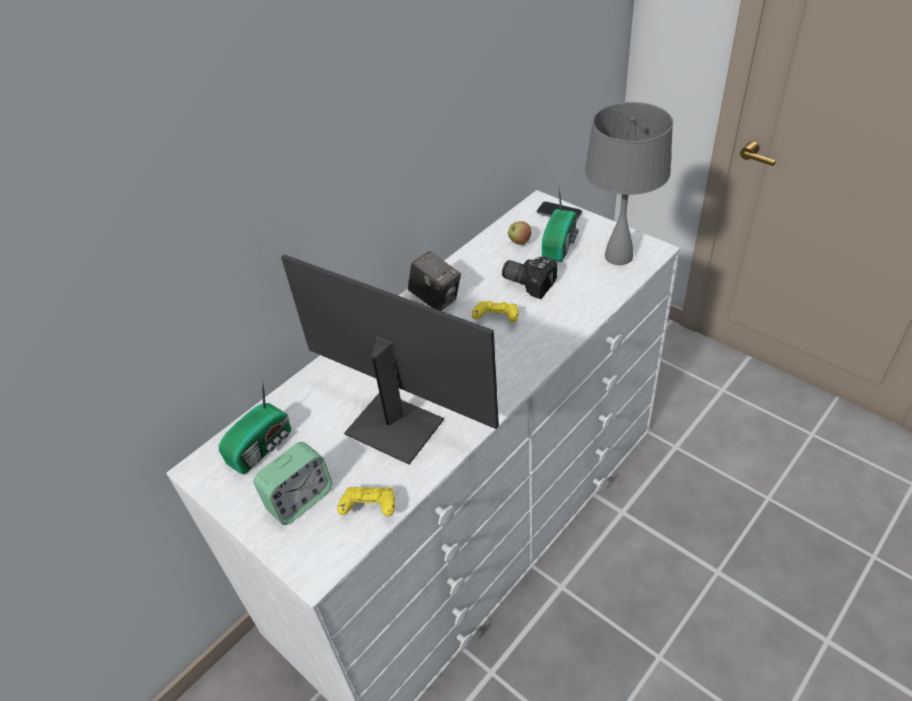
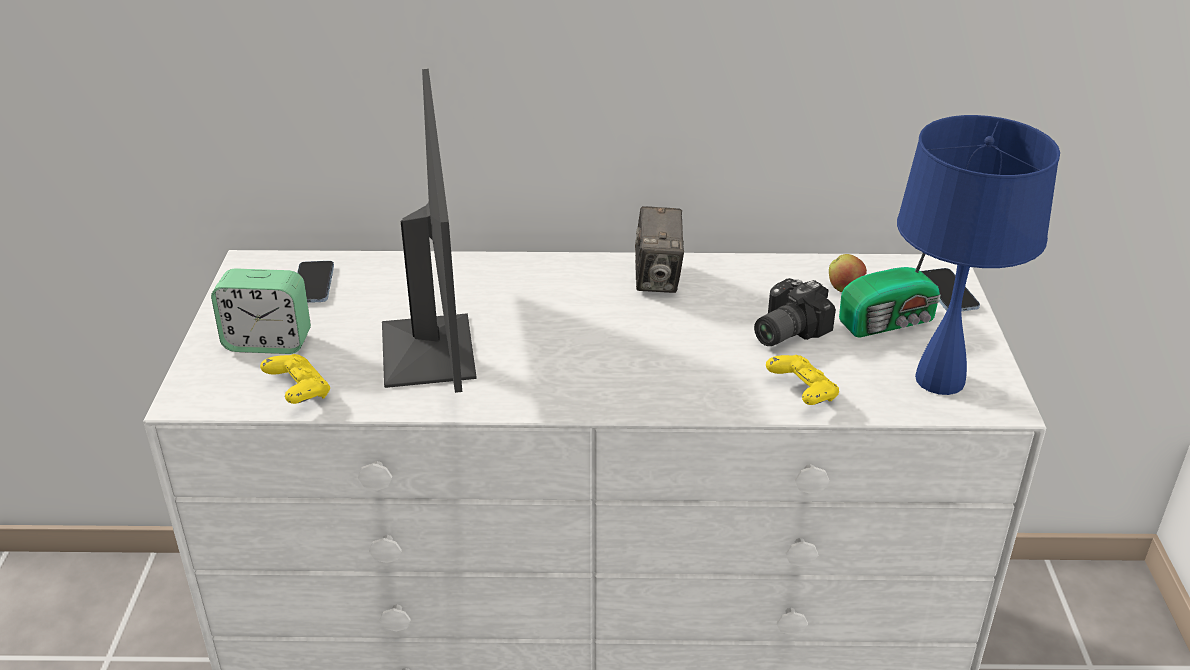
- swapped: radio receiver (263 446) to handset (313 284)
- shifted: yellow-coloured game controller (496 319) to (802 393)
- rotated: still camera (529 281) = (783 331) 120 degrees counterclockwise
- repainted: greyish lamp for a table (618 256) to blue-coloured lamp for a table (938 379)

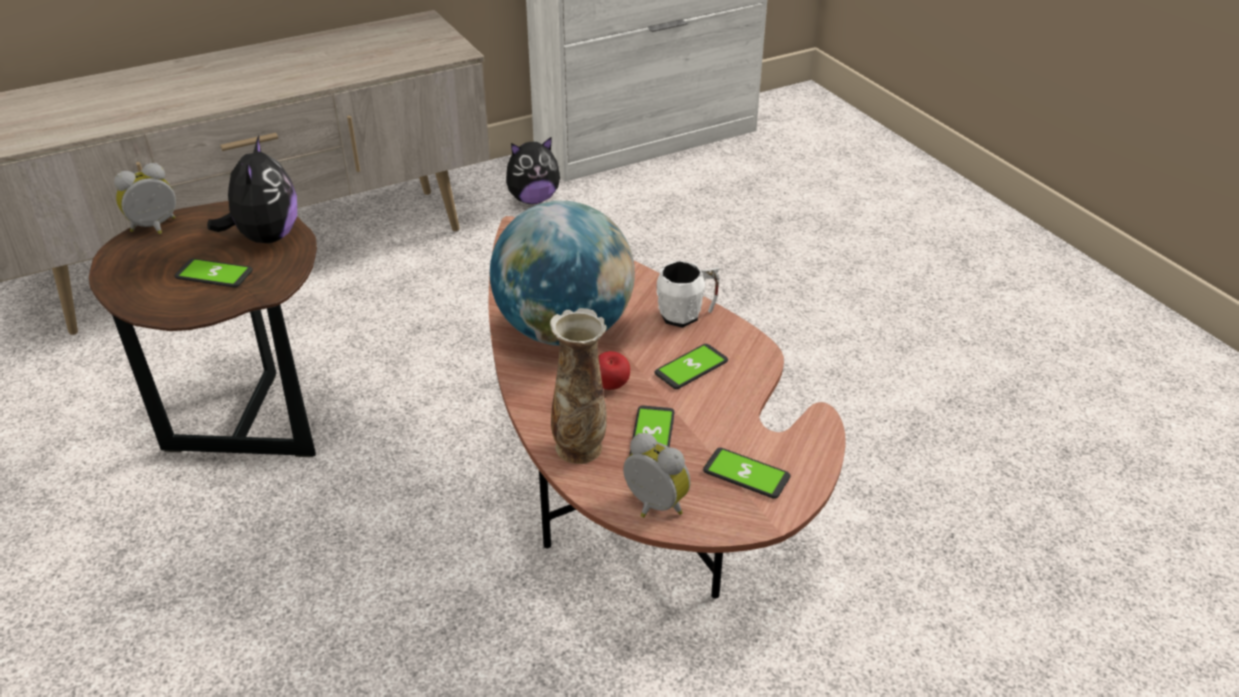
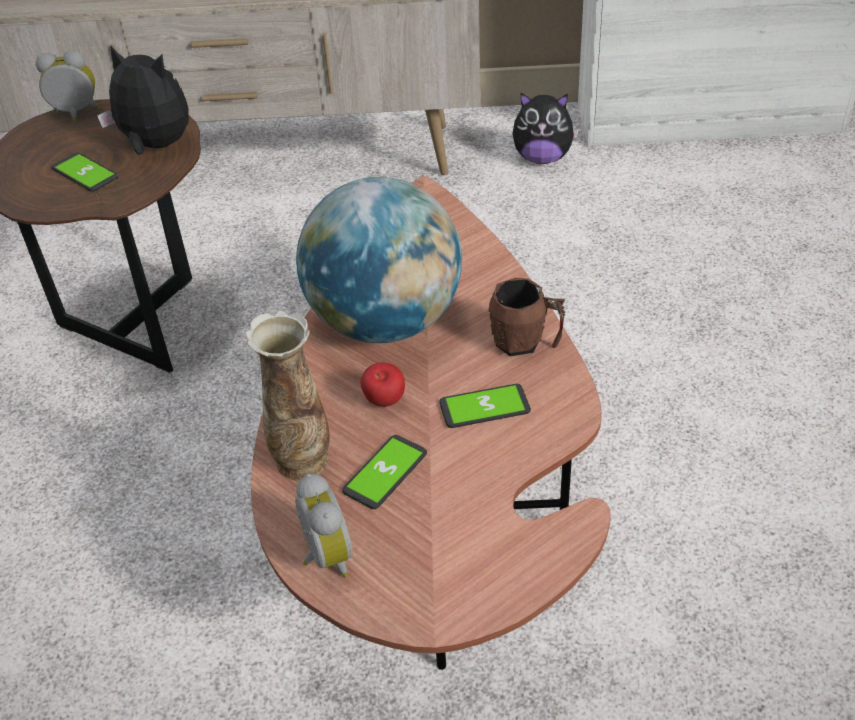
- rotated: cuddly toy (265 237) = (155 146) 90 degrees counterclockwise
- repainted: whitish tea mug (686 315) to brown-coloured tea mug (526 342)
- gone: handset (746 474)

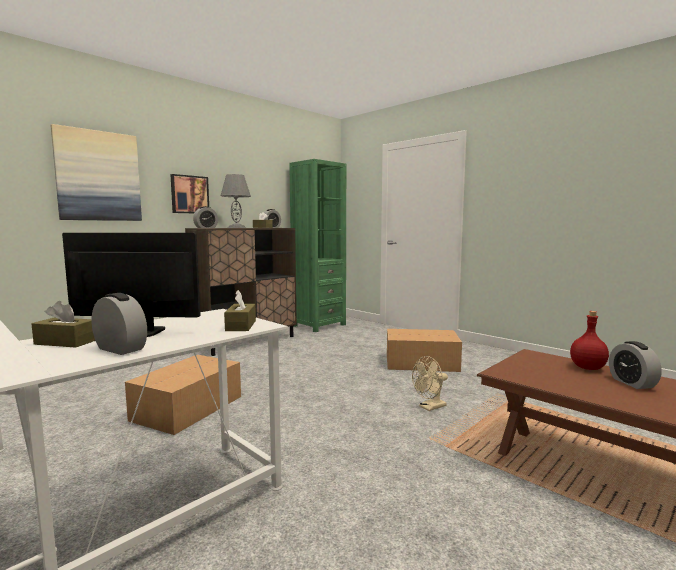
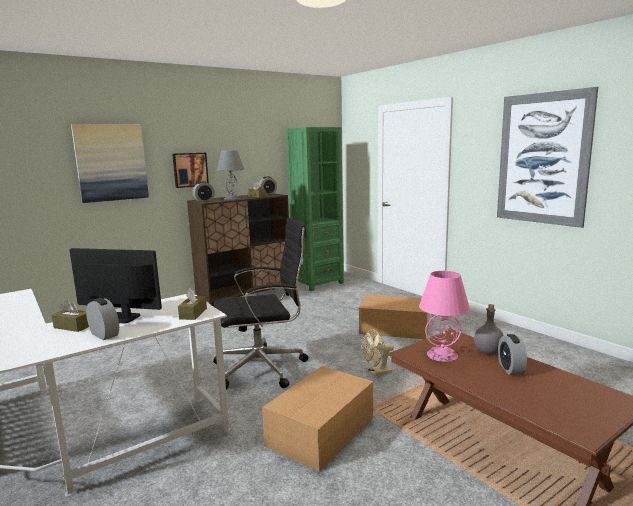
- shifted: cardboard box (186 408) to (319 431)
- repainted: red bottle (588 368) to greyish bottle (488 352)
- new: blackish computer chair (263 368)
- new: pink-coloured lamp for a table (442 355)
- new: picture (542 159)

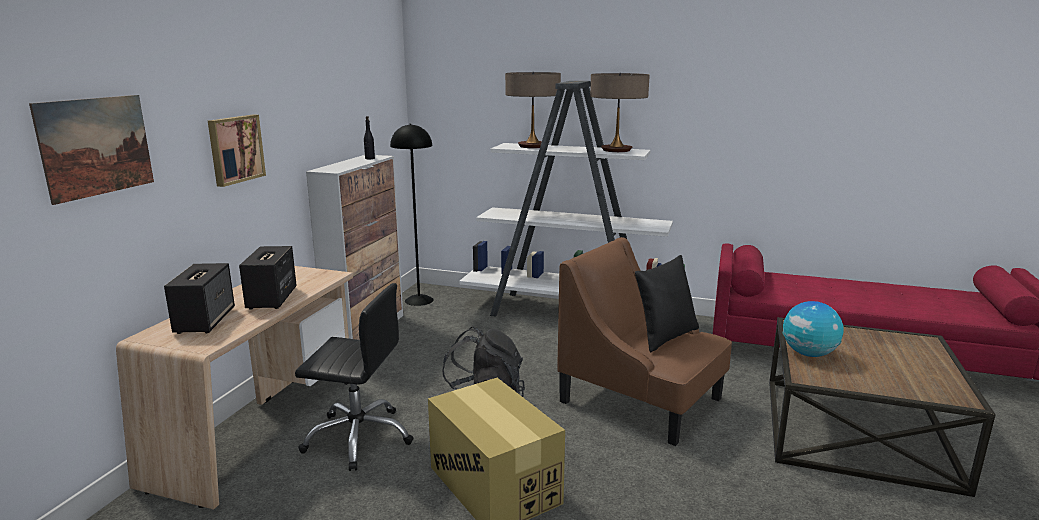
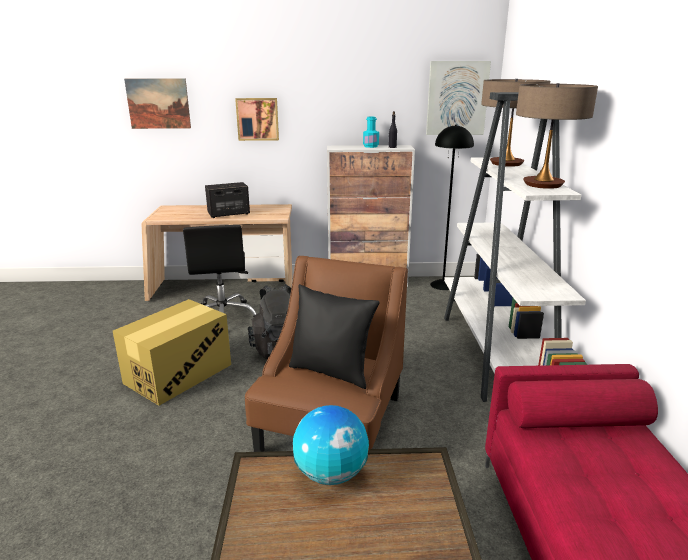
- gone: speaker (205 320)
- new: turquoise-coloured bottle (370 146)
- new: picture (457 98)

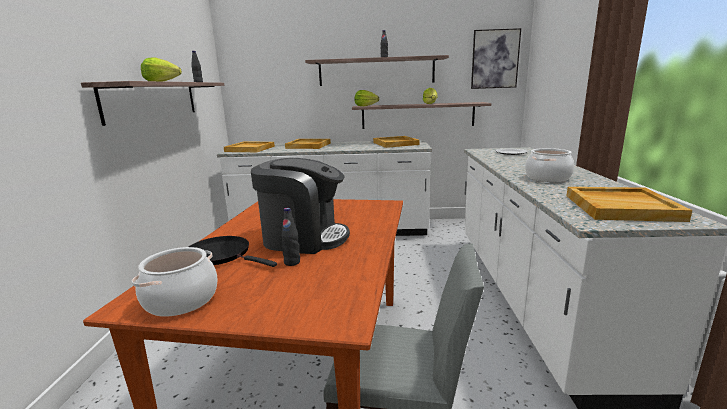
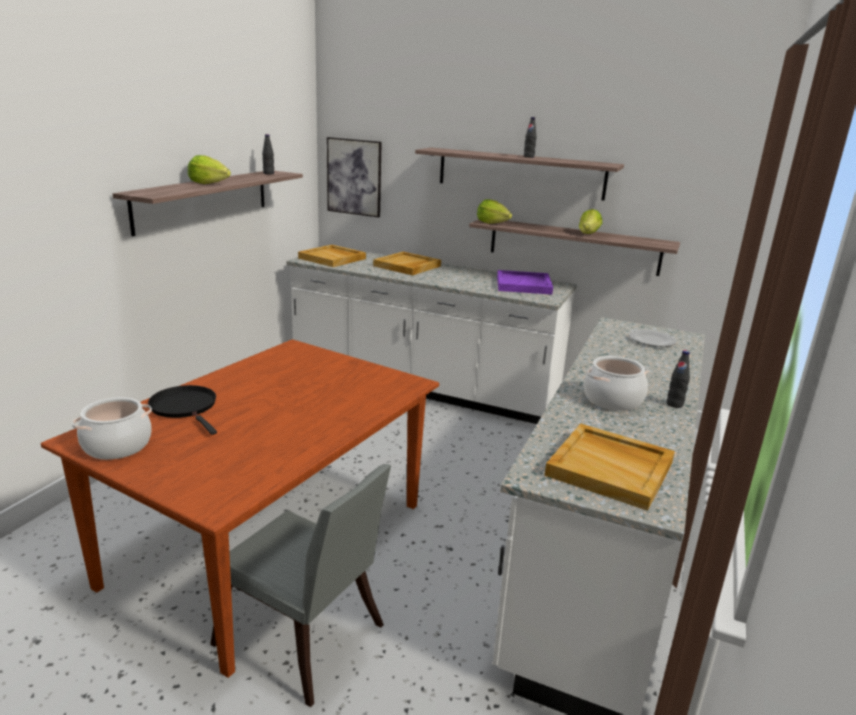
- gone: coffee maker (303 238)
- shifted: blackish bottle (292 262) to (674 404)
- repainted: beige tray (396 143) to purple tray (524 285)
- shifted: picture (495 59) to (354 177)

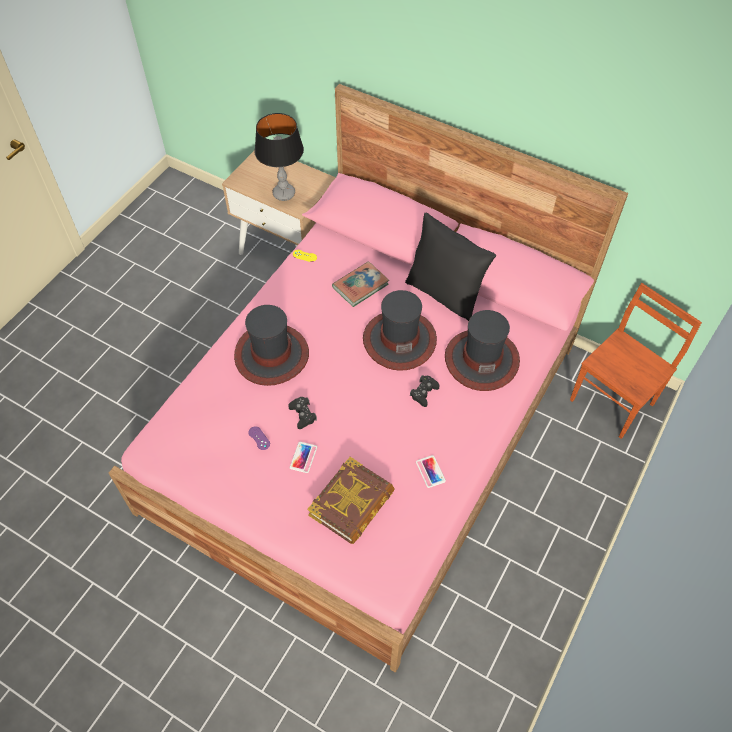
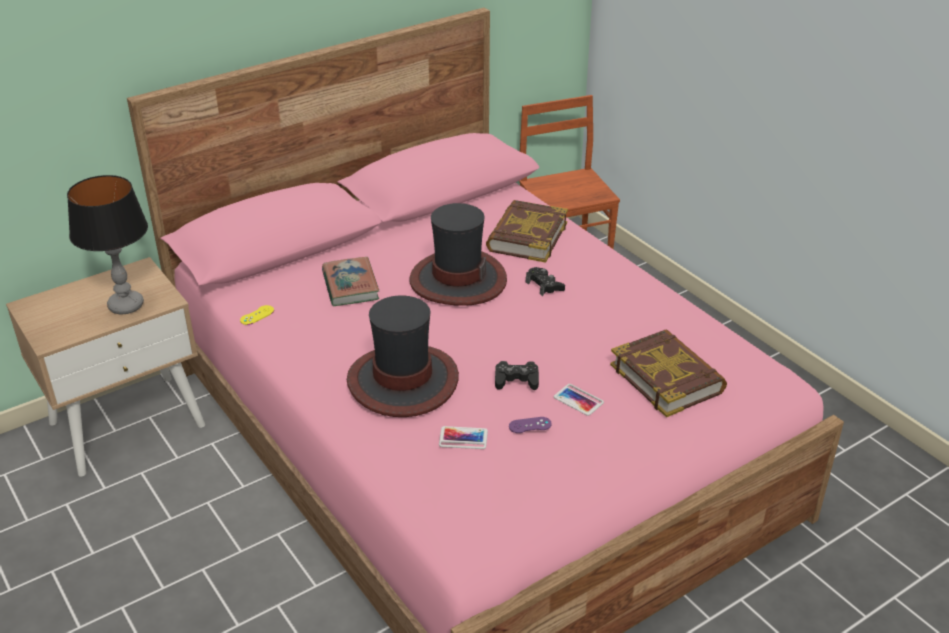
- gone: blackish throw pillow (444 294)
- shifted: handset (430 471) to (463 438)
- swapped: hat (481 359) to volume (526 237)

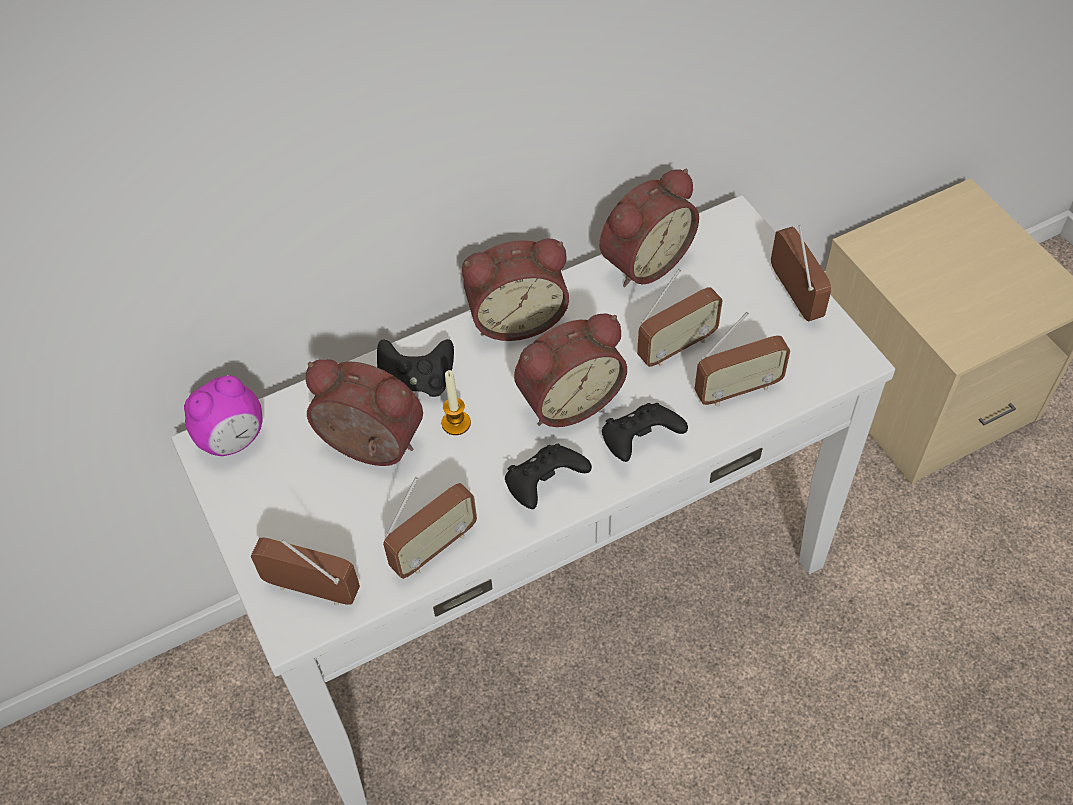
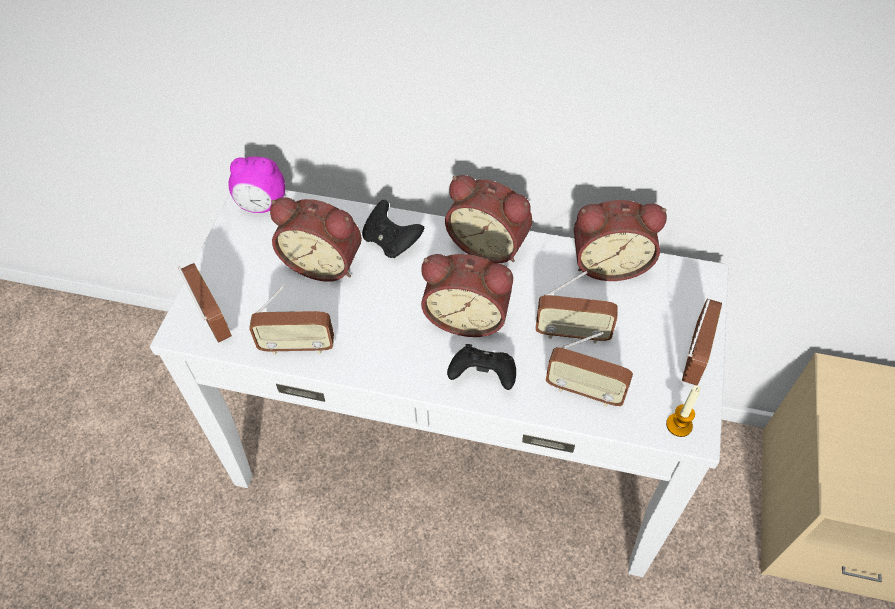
- rotated: bedside clock (369 449) = (324 262) 135 degrees clockwise
- shifted: candle (456 423) to (679 425)
- gone: blackish game controller (544 486)

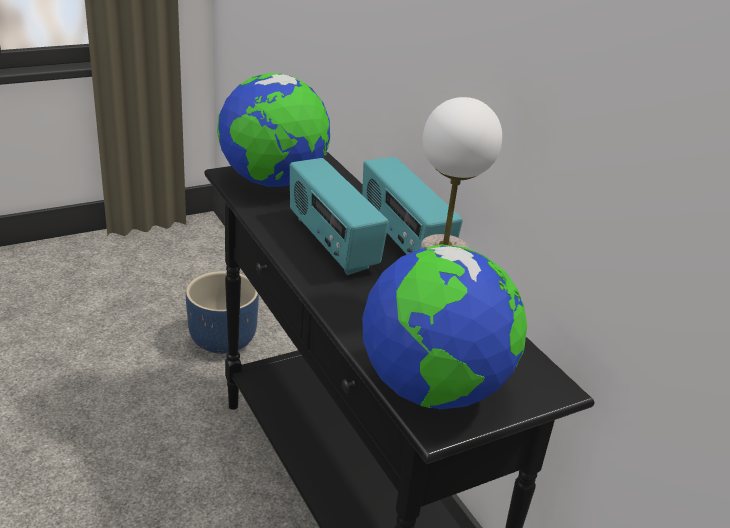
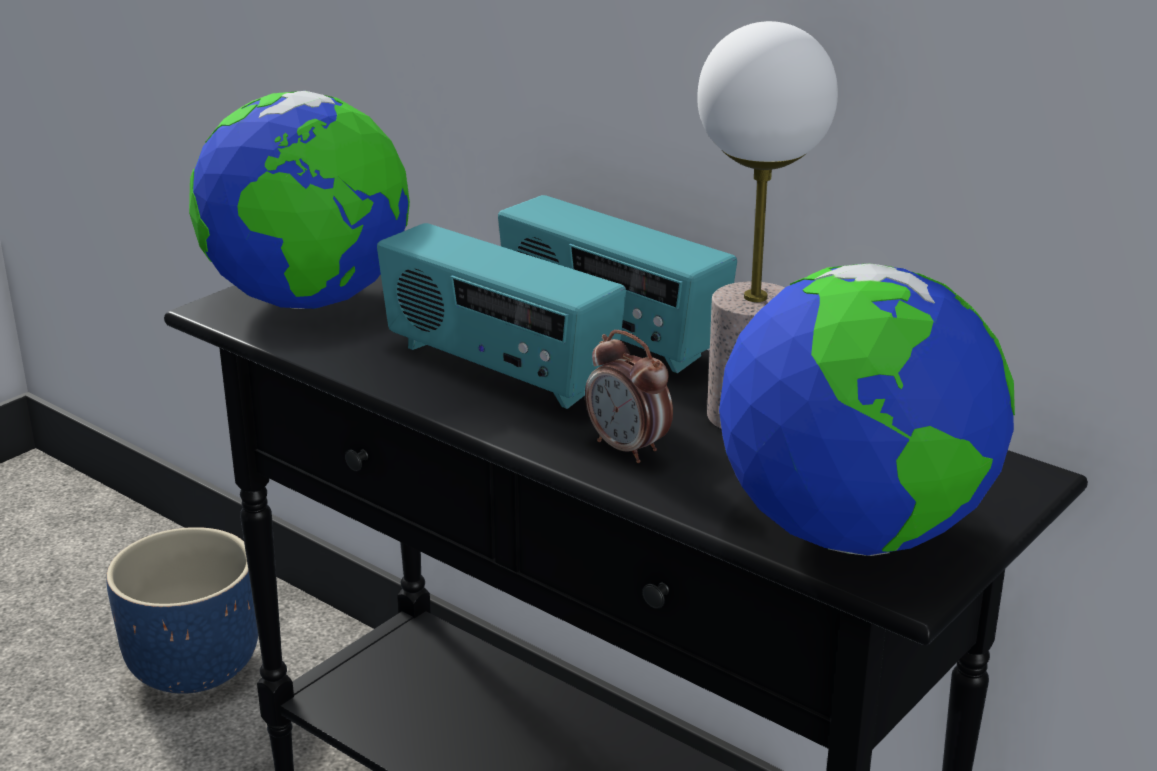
- new: bedside clock (628 449)

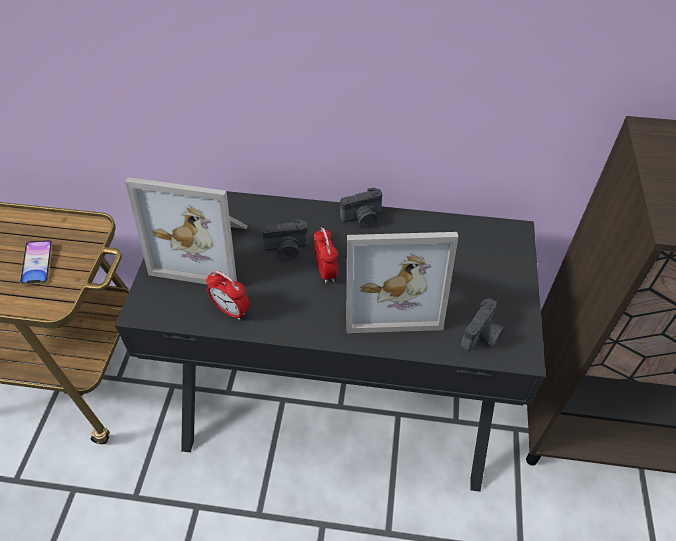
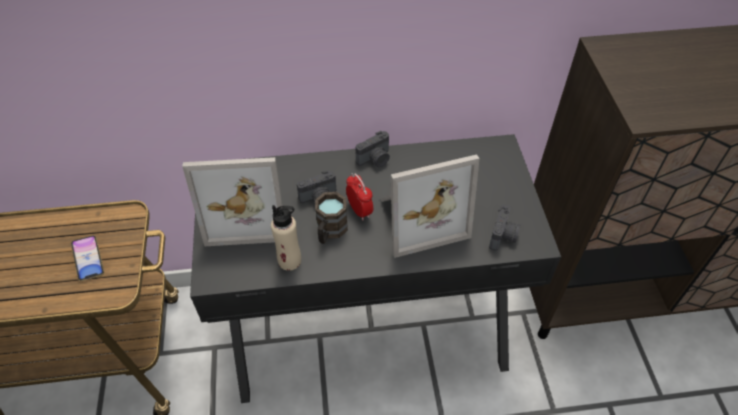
- swapped: bedside clock (231 310) to beige bottle (290 260)
- new: brown-coloured tea mug (329 231)

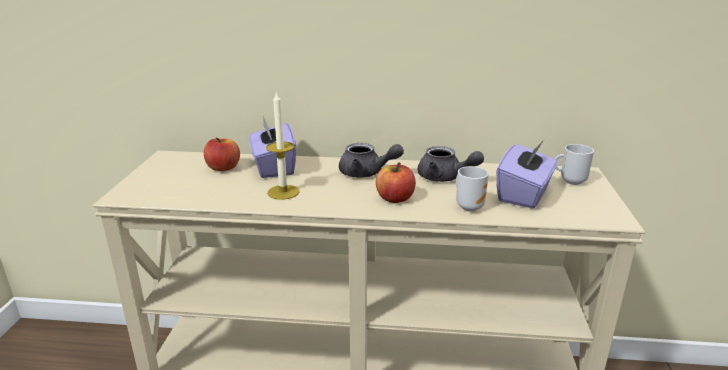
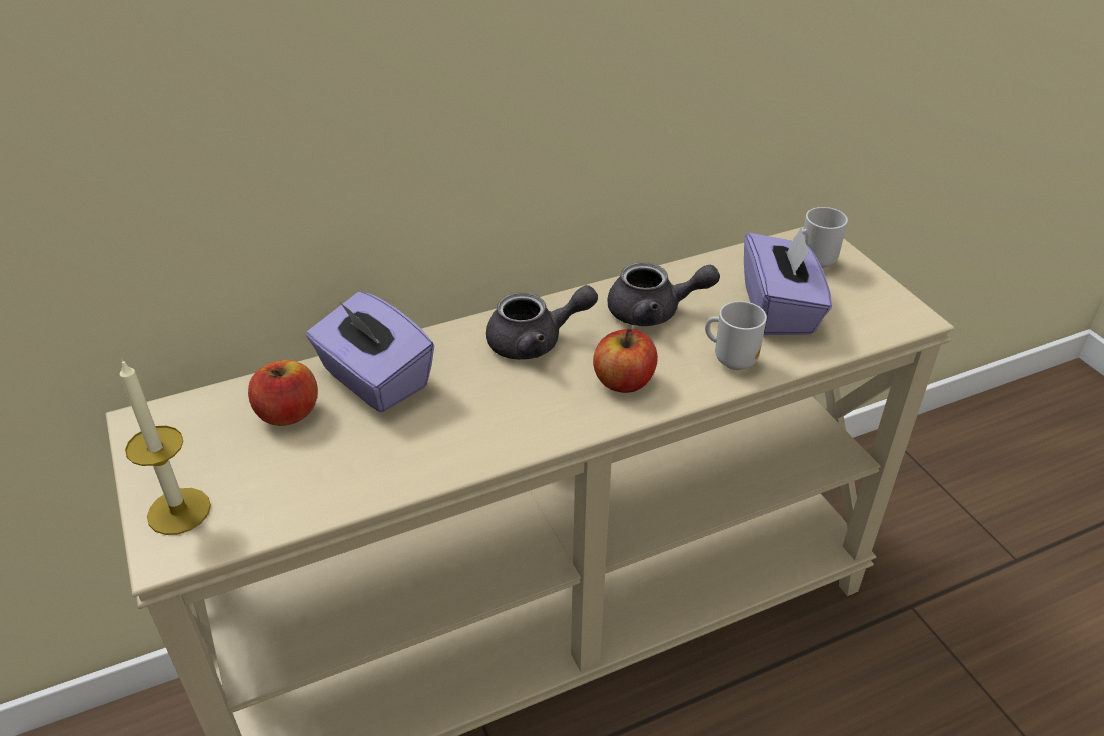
- shifted: candle (283 192) to (179 511)

